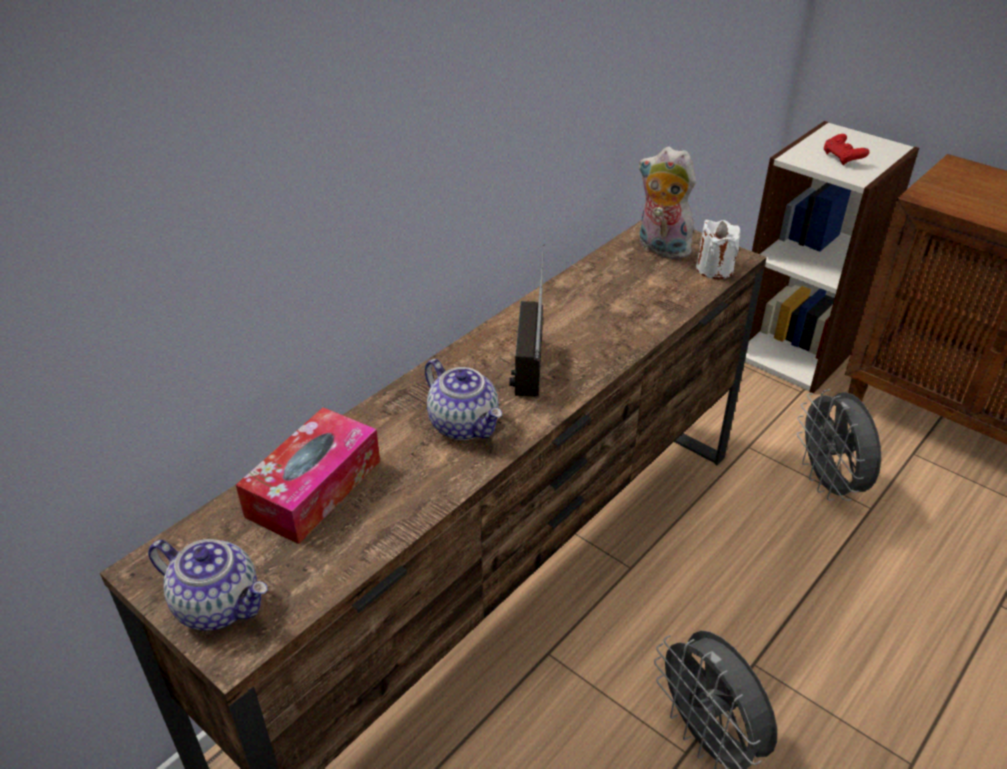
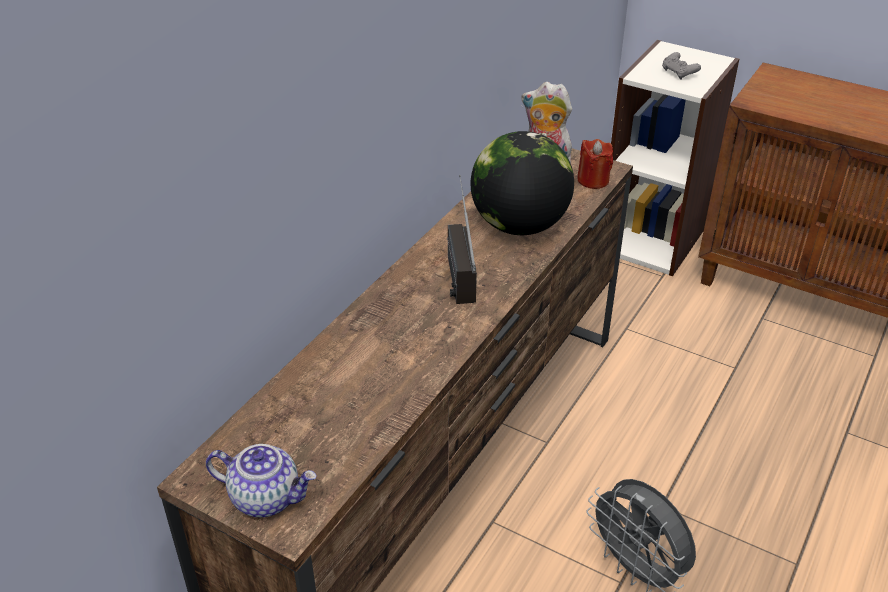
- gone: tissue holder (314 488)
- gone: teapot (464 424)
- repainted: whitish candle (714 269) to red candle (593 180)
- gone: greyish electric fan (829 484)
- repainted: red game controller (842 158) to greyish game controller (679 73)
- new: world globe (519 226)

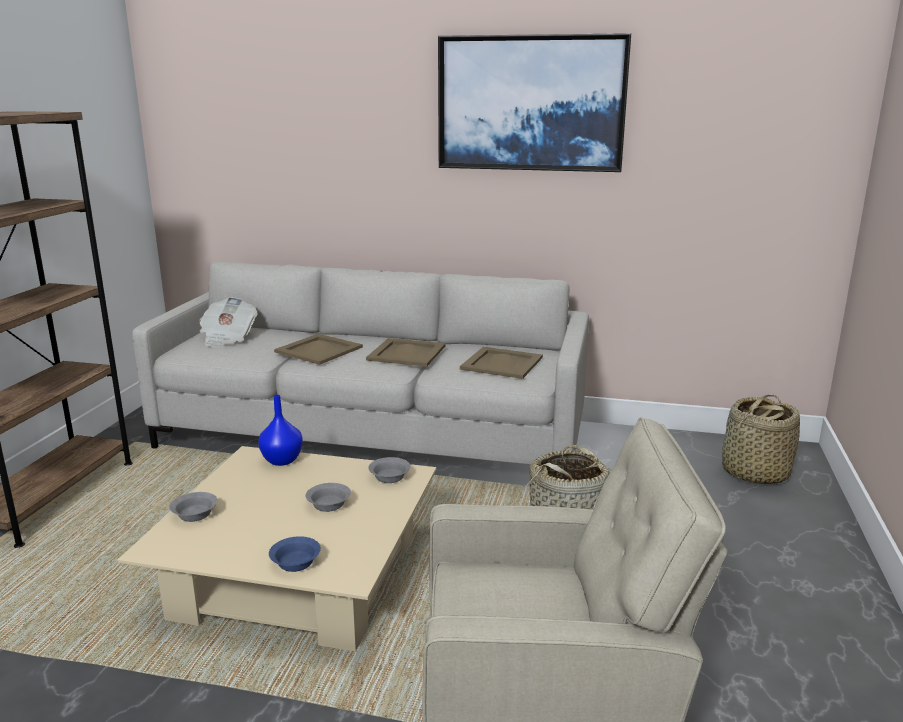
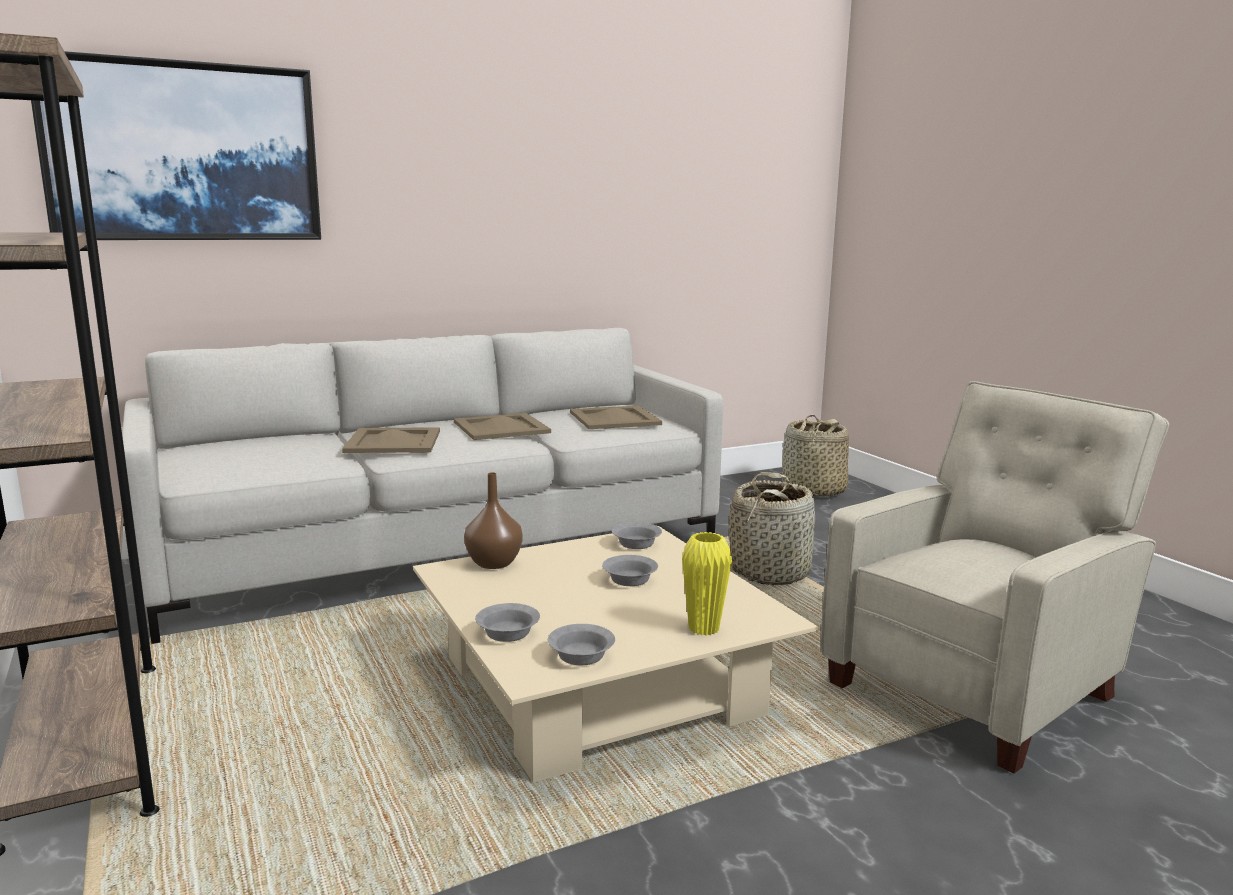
- gone: newspaper (227 337)
- repainted: blue-coloured vase (281 460) to brown-coloured vase (493 564)
- swapped: blue-coloured serving bowl (295 562) to yellow-coloured vase (703 629)
- shifted: picture (531 103) to (184 152)
- new: greyish serving bowl (580 657)

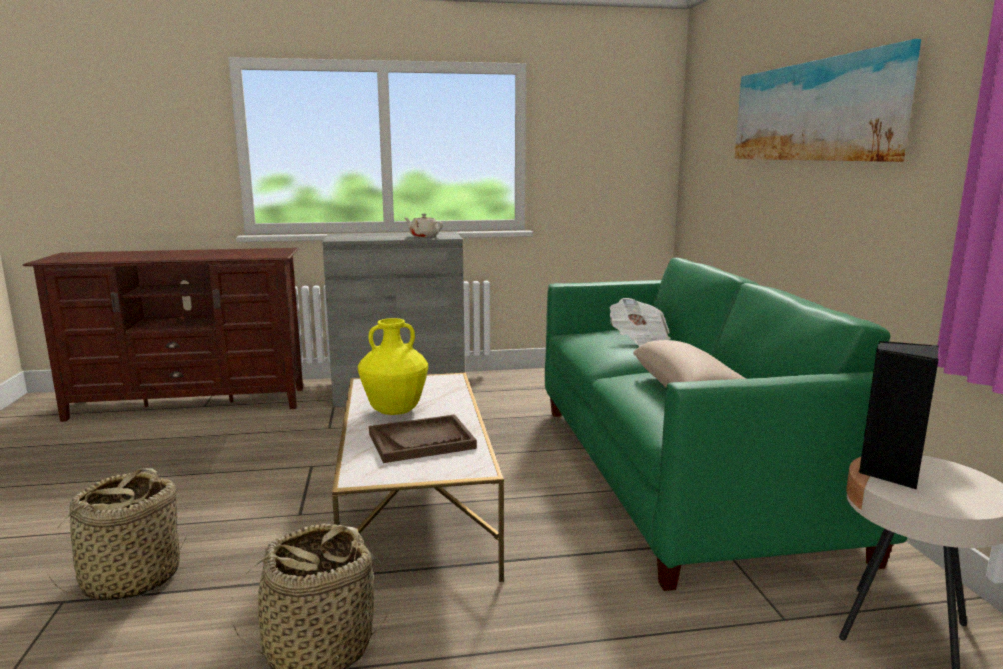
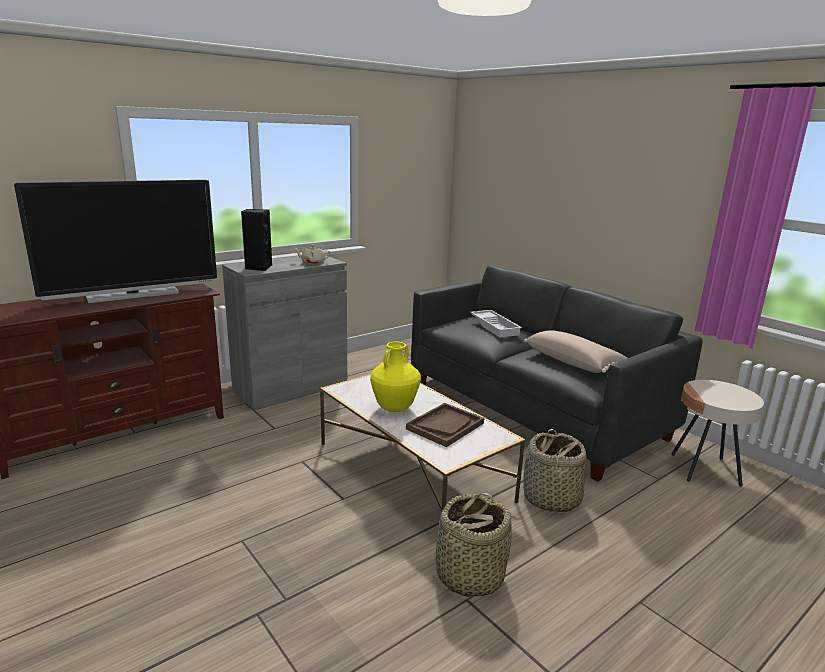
- shifted: household basket (131 579) to (551 498)
- repainted: greenish settee (680 473) to greyish settee (533 409)
- swapped: newspaper (638 339) to whitish tray (495 327)
- gone: picture (814 111)
- shifted: blackish speaker (889 472) to (258 267)
- new: TV set (133 294)

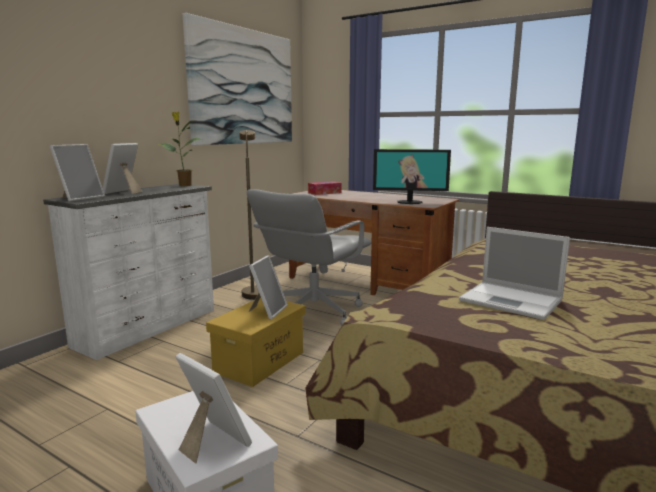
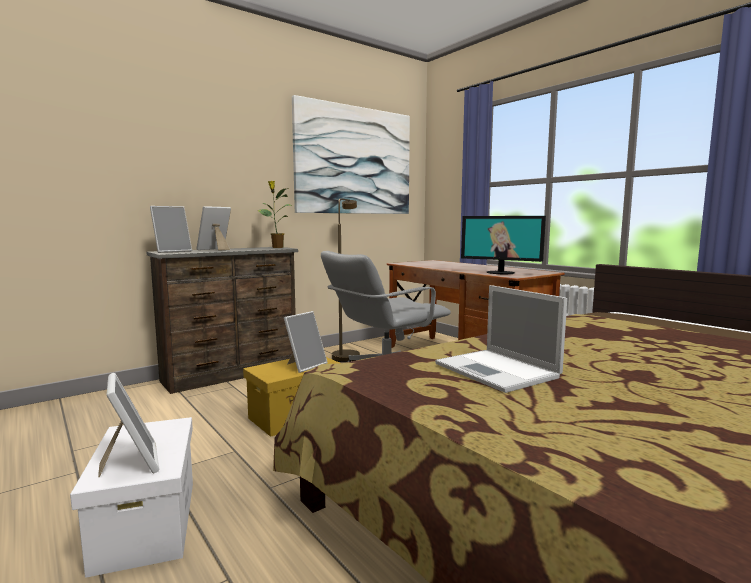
- repainted: whitish dresser (150 327) to brown-coloured dresser (233 374)
- gone: tissue holder (324 193)

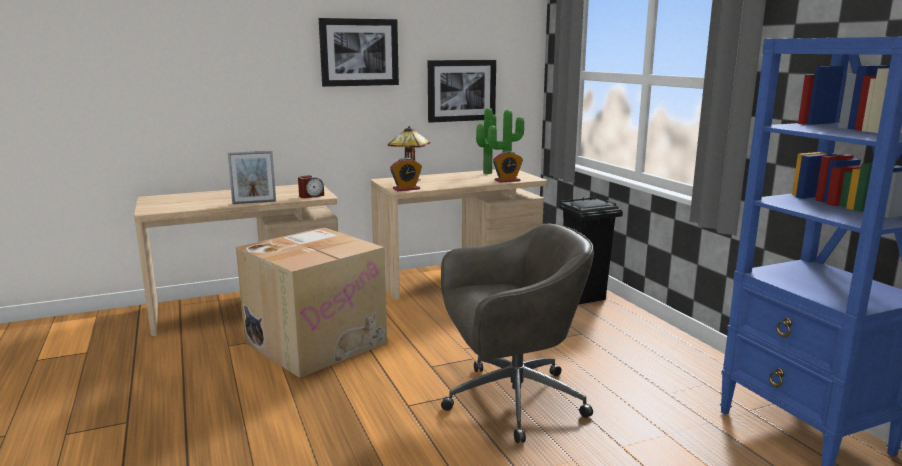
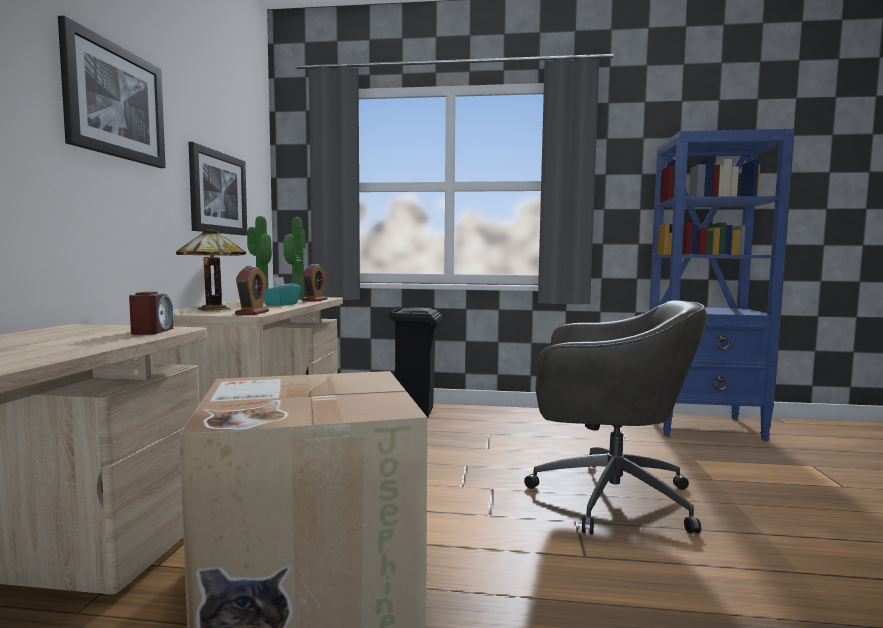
- gone: picture frame (254 202)
- rotated: greyish computer chair (510 401) = (606 497) 90 degrees clockwise
- new: turquoise-coloured tissue holder (281 304)

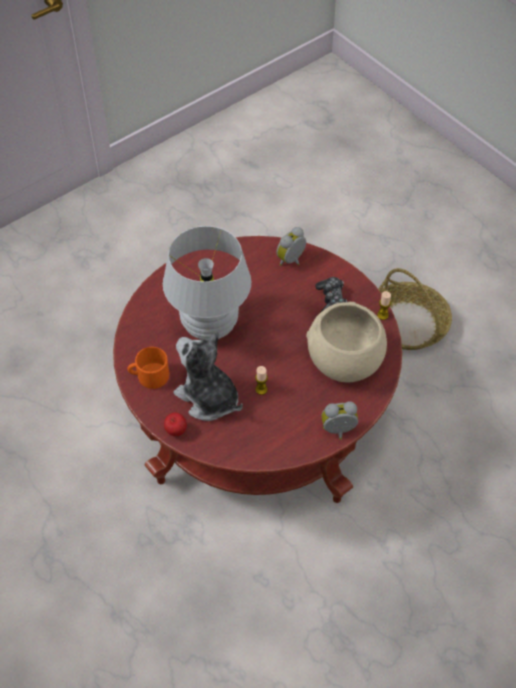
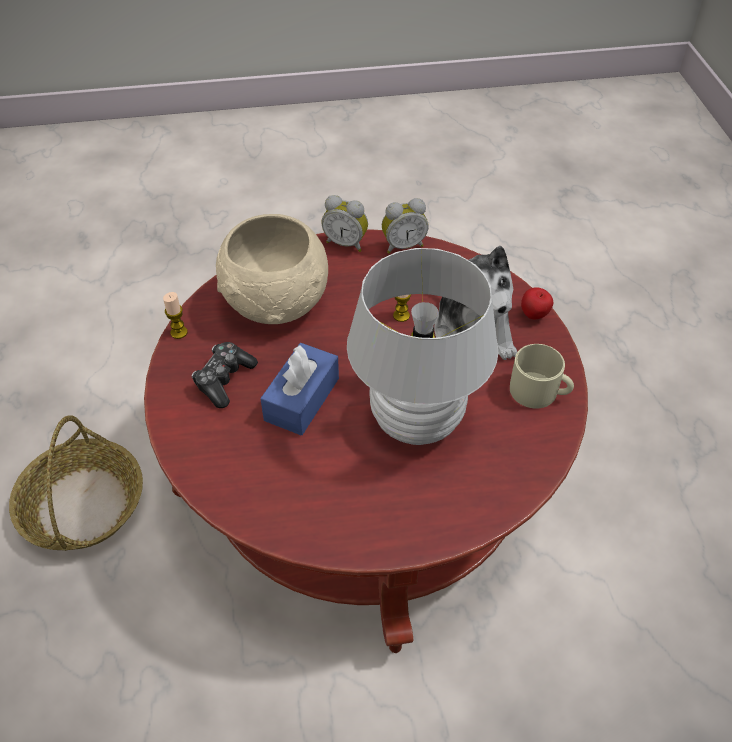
- repainted: orange-coloured tea mug (149 376) to beige tea mug (539 392)
- shifted: bedside clock (292 261) to (403 245)
- new: blue-coloured tissue holder (302 399)

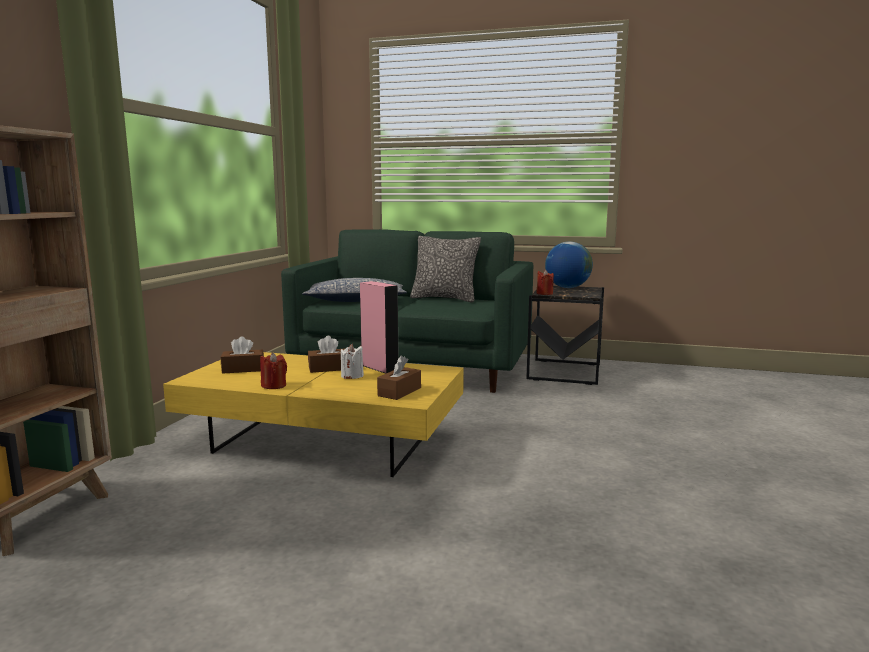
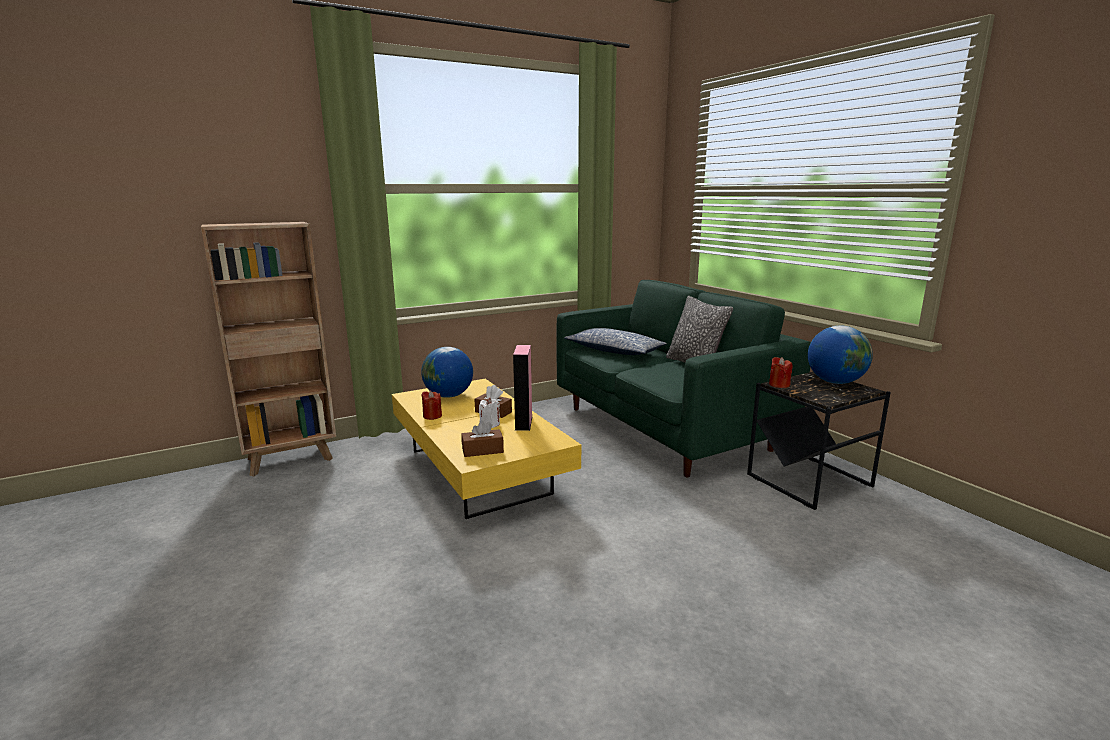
- swapped: brown-coloured tissue holder (243 369) to world globe (448 396)

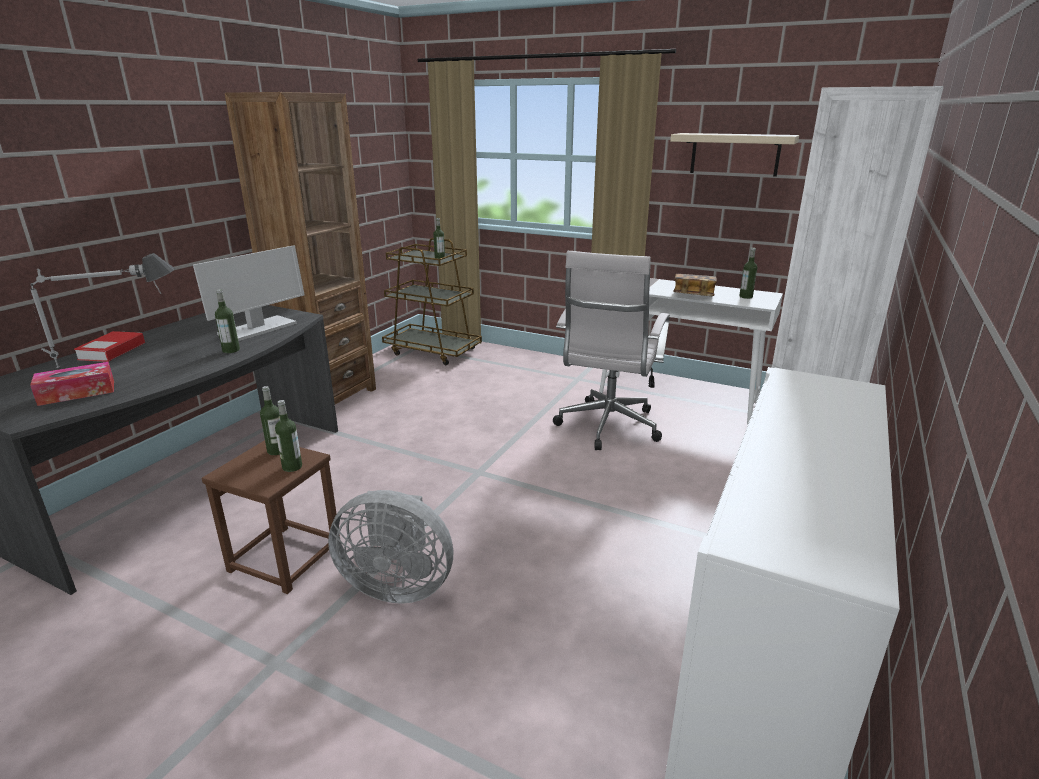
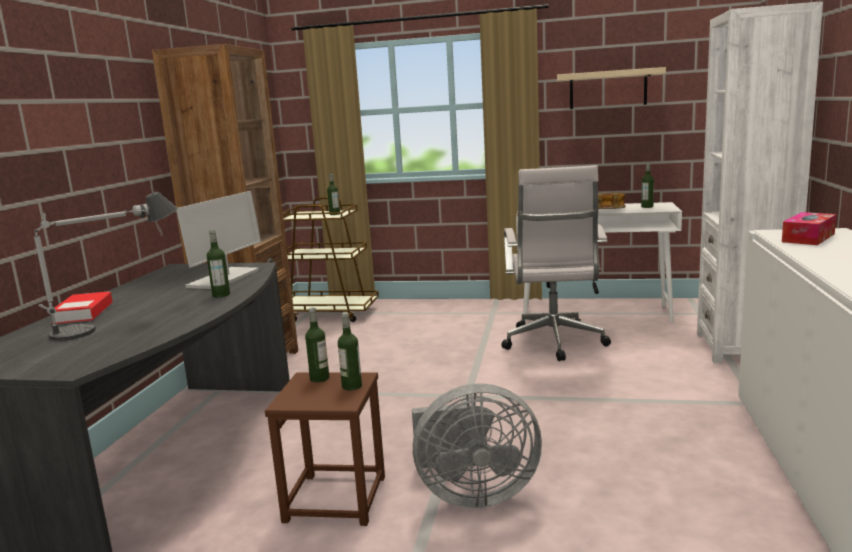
- shifted: tissue holder (77 392) to (808 238)

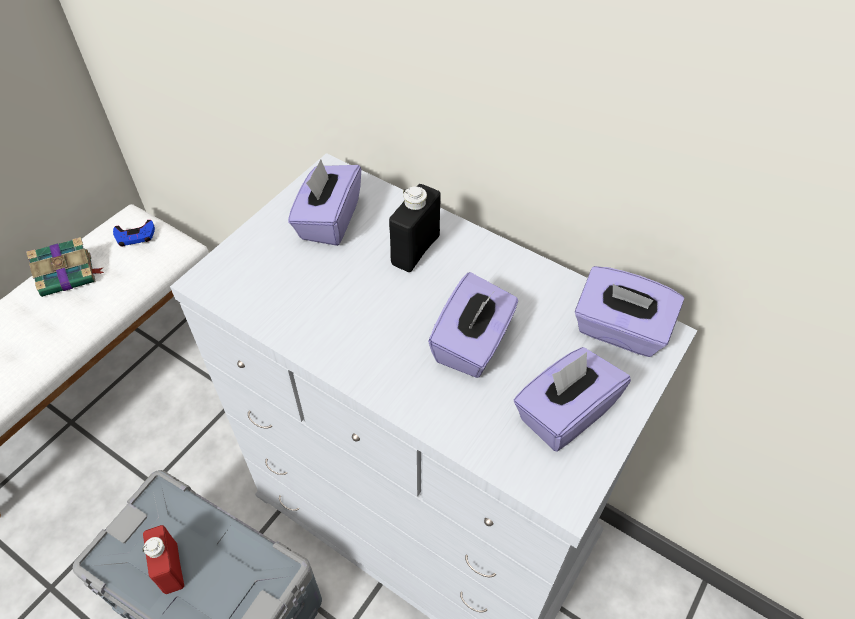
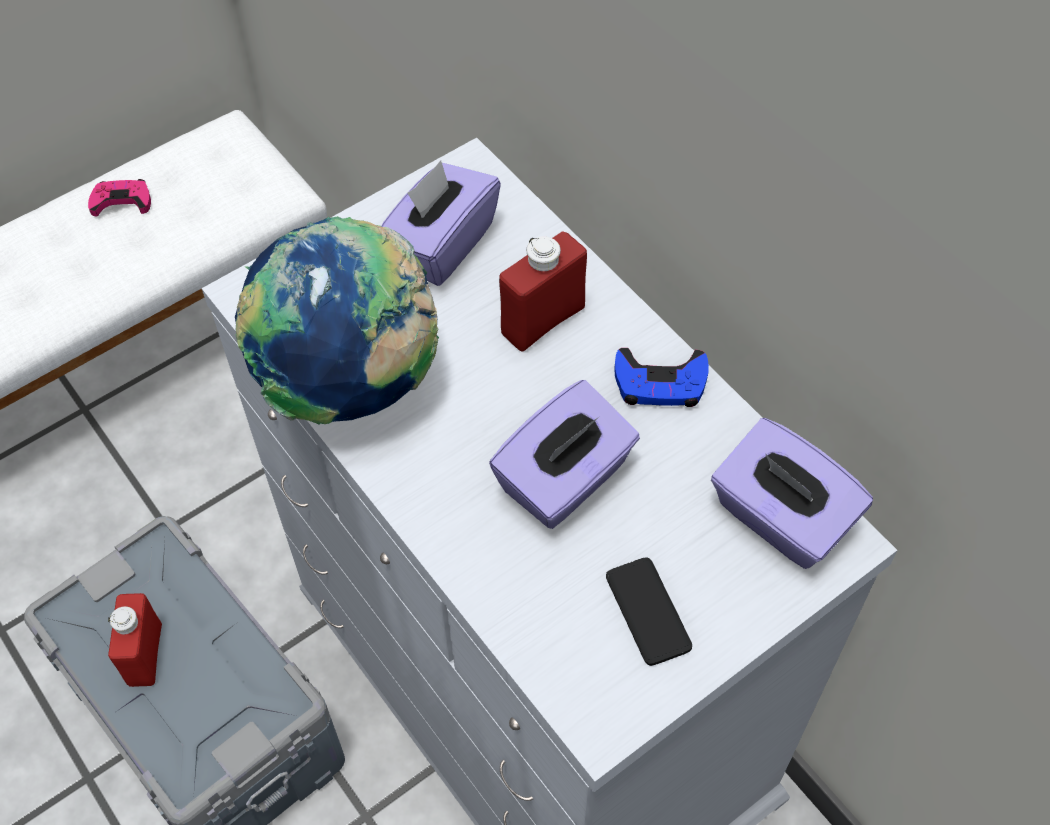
- swapped: volume (68 275) to pink-coloured game controller (122 201)
- shifted: blue-coloured game controller (135 236) to (660 383)
- repainted: blackish bottle (415 250) to red bottle (543 320)
- swapped: purple tissue holder (564 413) to handset (648 611)
- new: world globe (350 383)

